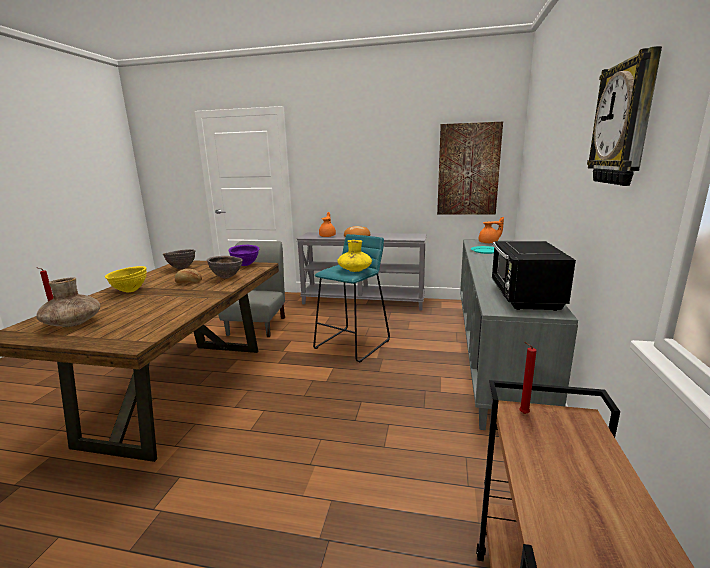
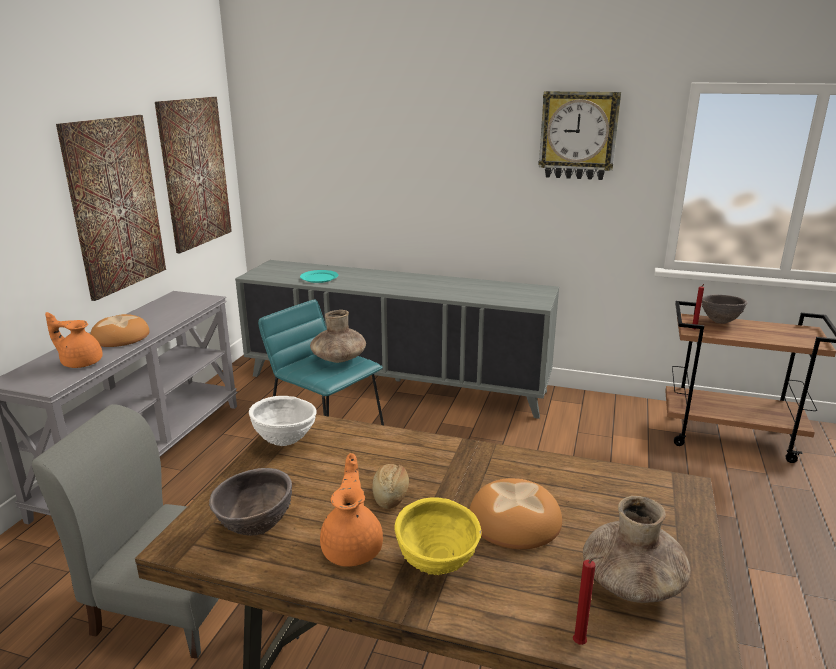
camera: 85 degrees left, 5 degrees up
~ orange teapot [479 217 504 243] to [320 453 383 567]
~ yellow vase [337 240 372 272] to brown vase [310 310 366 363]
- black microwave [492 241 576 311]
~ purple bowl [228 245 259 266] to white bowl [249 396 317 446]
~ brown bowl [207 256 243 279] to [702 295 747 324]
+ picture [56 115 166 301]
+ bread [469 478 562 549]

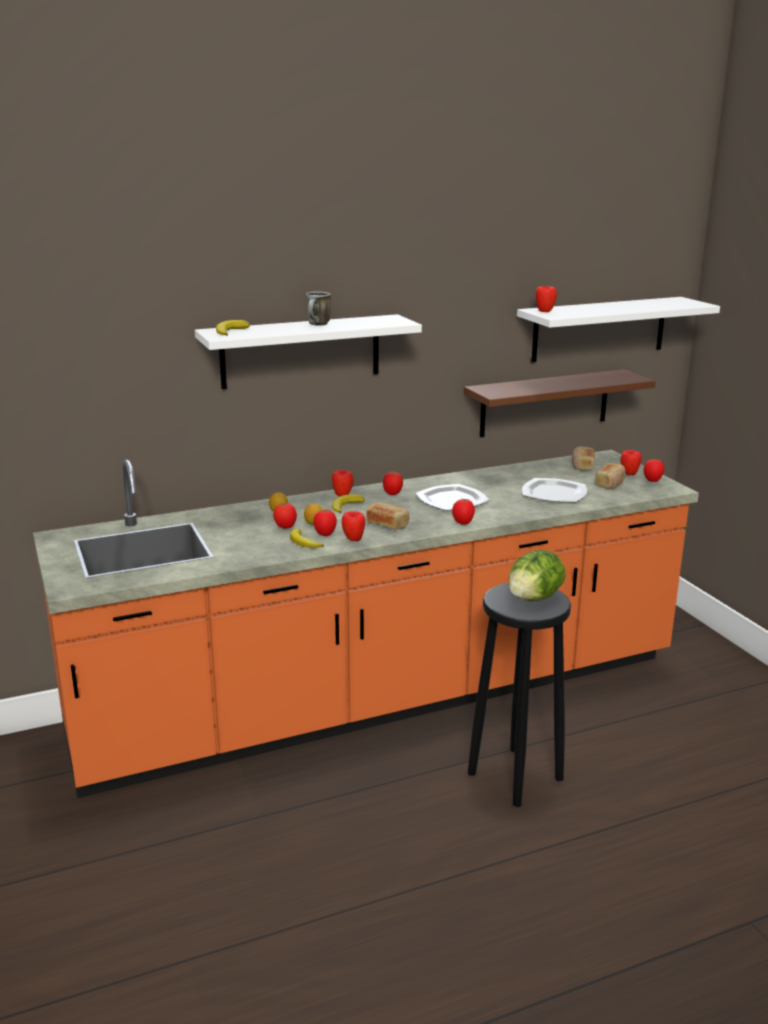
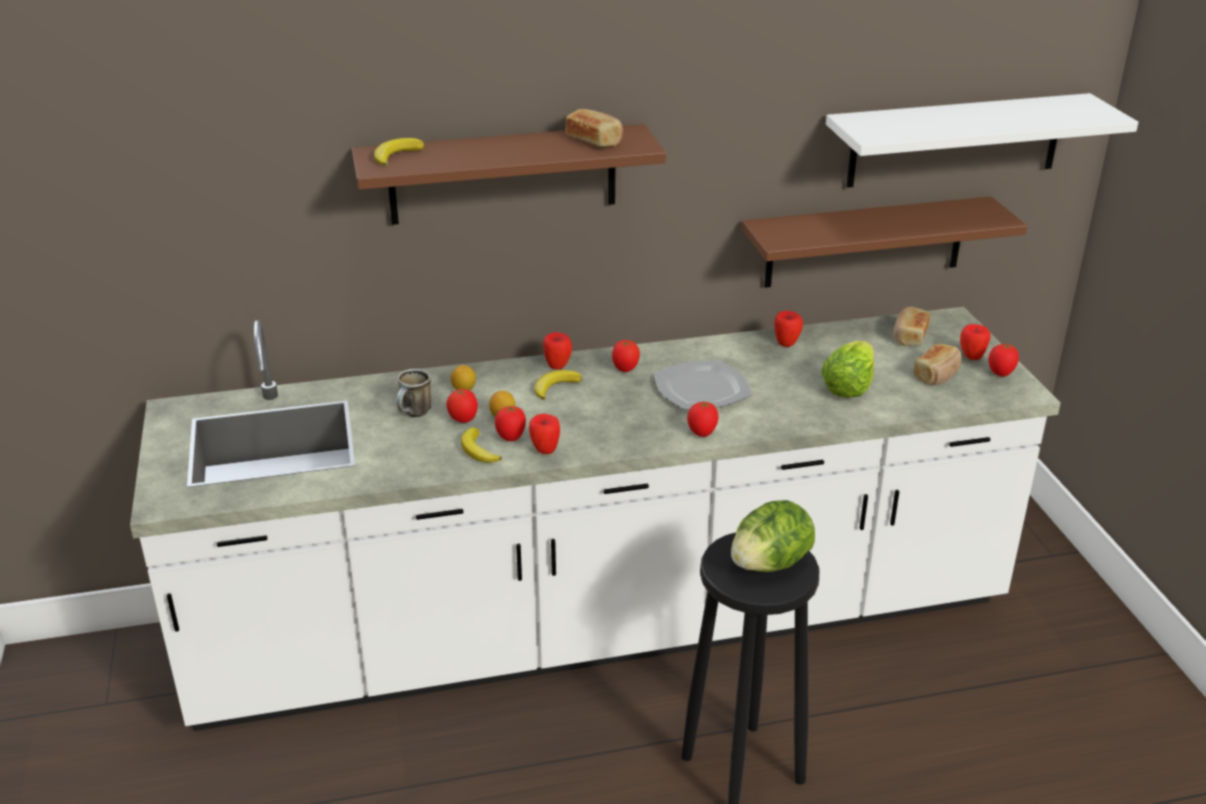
camera: 10 degrees right, 10 degrees up
~ apple [536 286 557 312] to [774 311 803 347]
~ mug [306 291 331 326] to [396 369 431 417]
~ white shelf [195 314 422 389] to brown shelf [352 124 666 225]
~ orange counter [33 450 699 798] to white counter [130 307 1061 731]
~ plate [522 478 587 502] to lettuce [821 341 874 398]
~ bread [366 502 409 529] to [566 109 623 147]

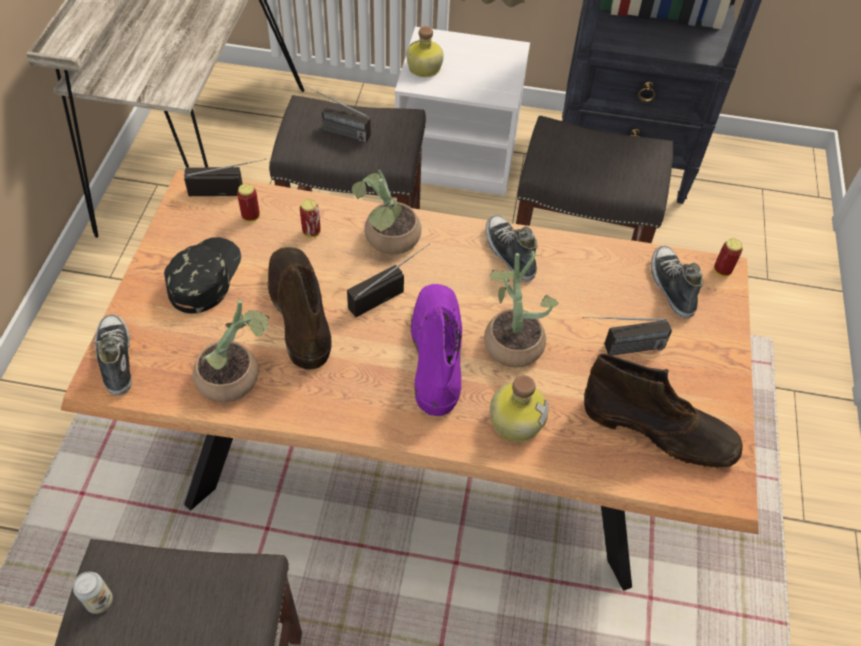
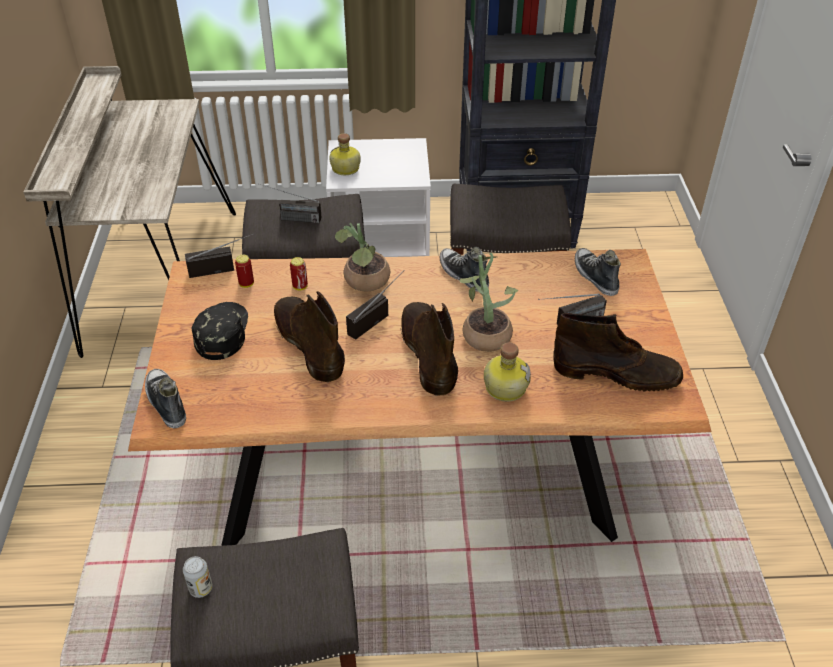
camera: 10 degrees left, 10 degrees down
- can [714 238 743 277]
~ purple boot [410 284 462 416] to brown boot [400 302 458 396]
- potted plant [193 300 269 402]

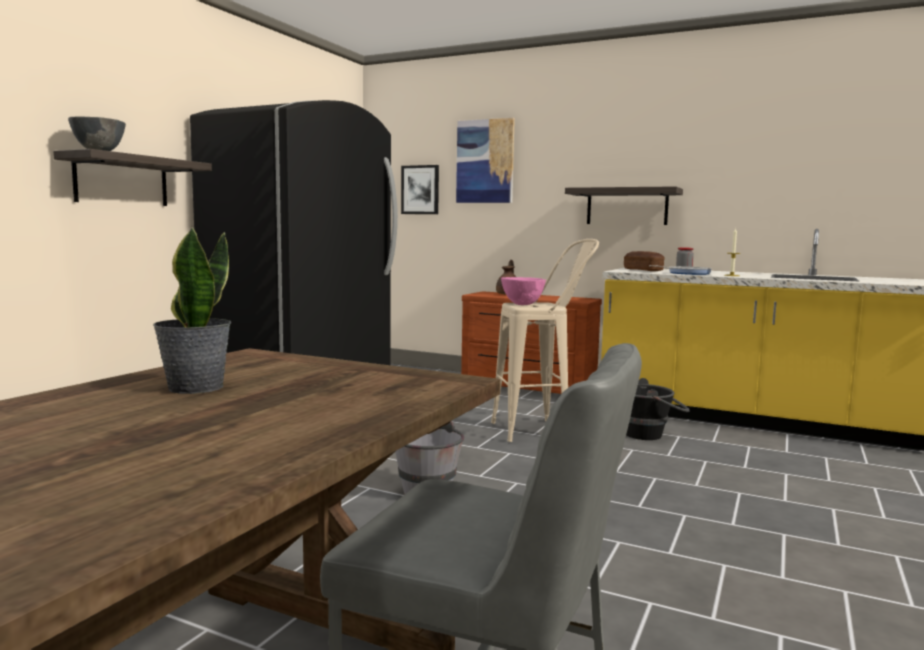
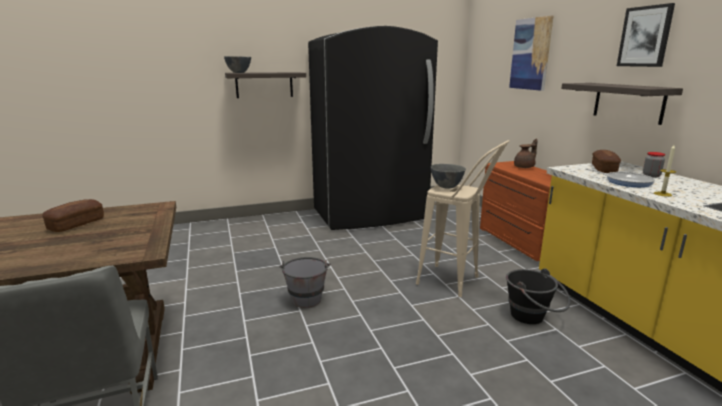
camera: 45 degrees right, 10 degrees up
~ picture [401 165 439 214] to [617 3 675 67]
~ potted plant [153 227 231 394] to bread [42 199 104 232]
~ pink bowl [501 277 546 305] to grey bowl [431 164 466 189]

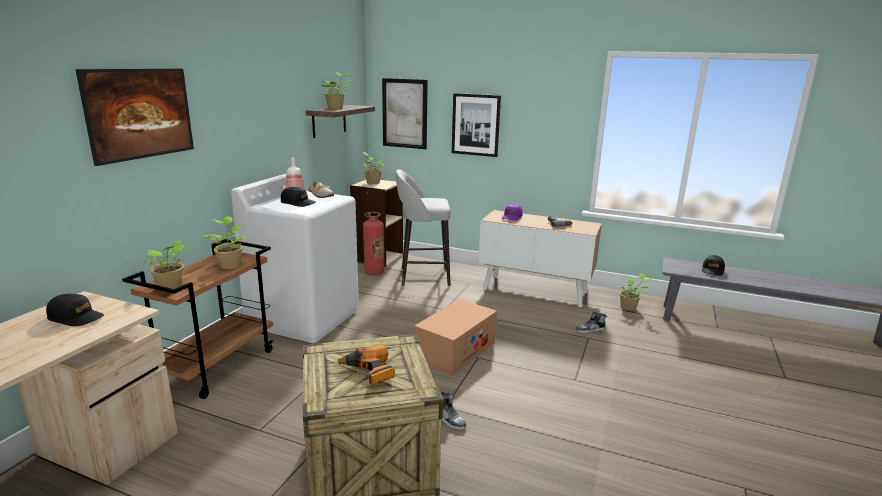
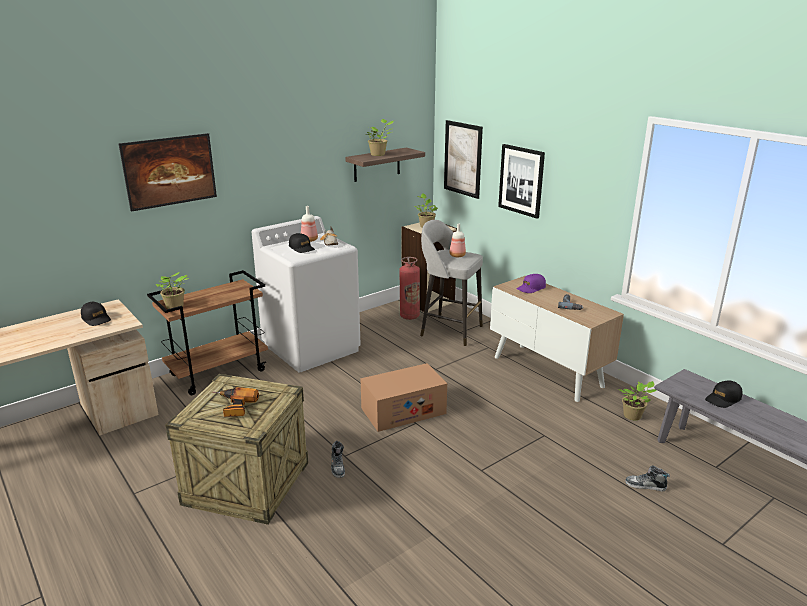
camera: 30 degrees right, 5 degrees up
- potted plant [204 216 245 269]
~ shoe [575 312 607 333] to [625 466 670 492]
+ bottle [449 224 466 257]

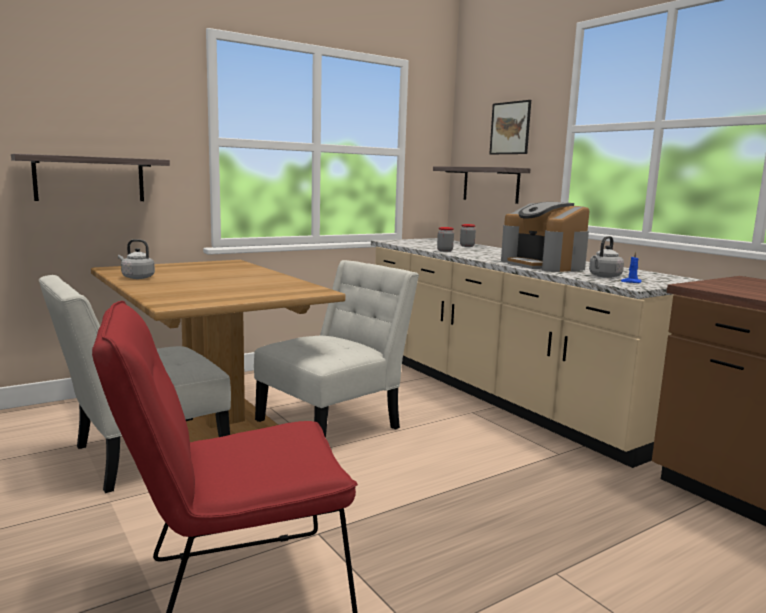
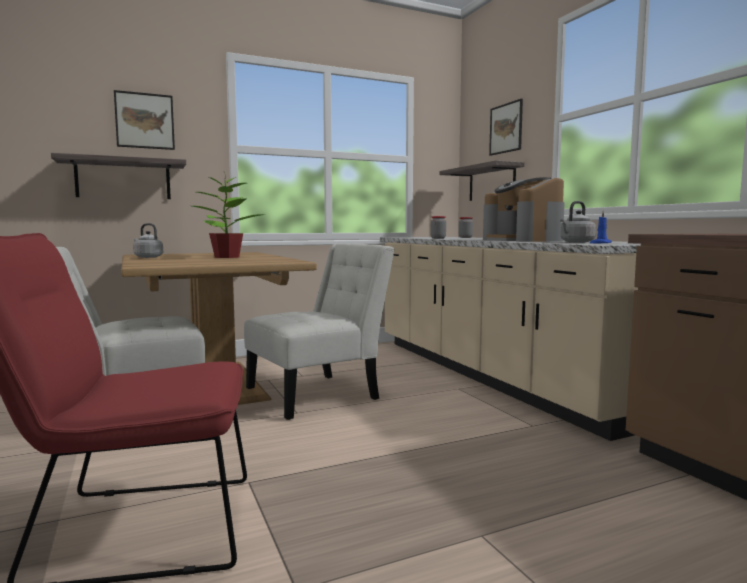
camera: 10 degrees right, 5 degrees down
+ picture [114 90 175 150]
+ potted plant [192 172 265 258]

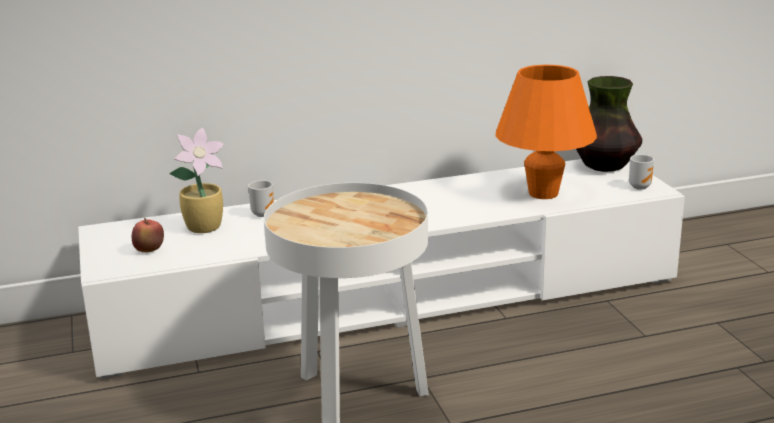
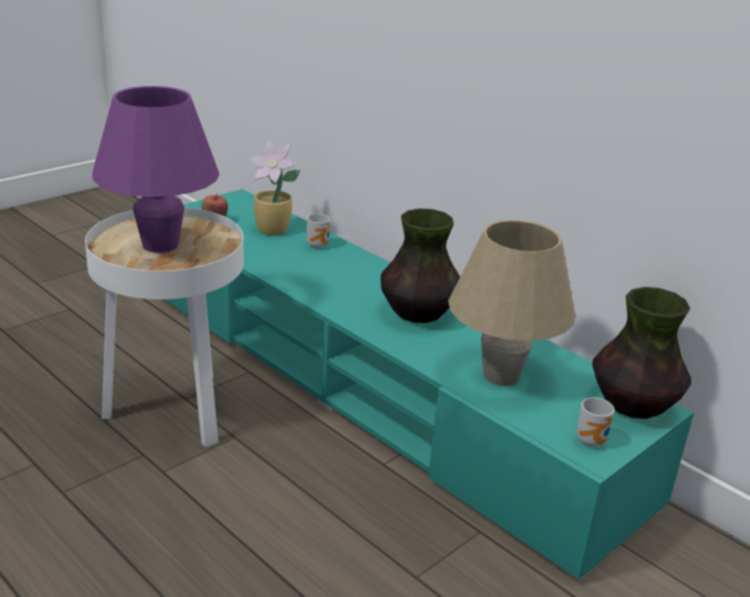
camera: 60 degrees right, 5 degrees up
~ orange table lamp [495 65 597 199] to beige table lamp [448 220 576 386]
~ white tv stand [78 159 685 379] to turquoise tv stand [164 189 694 580]
+ purple table lamp [92 86 220 253]
+ vase [381 208 460 323]

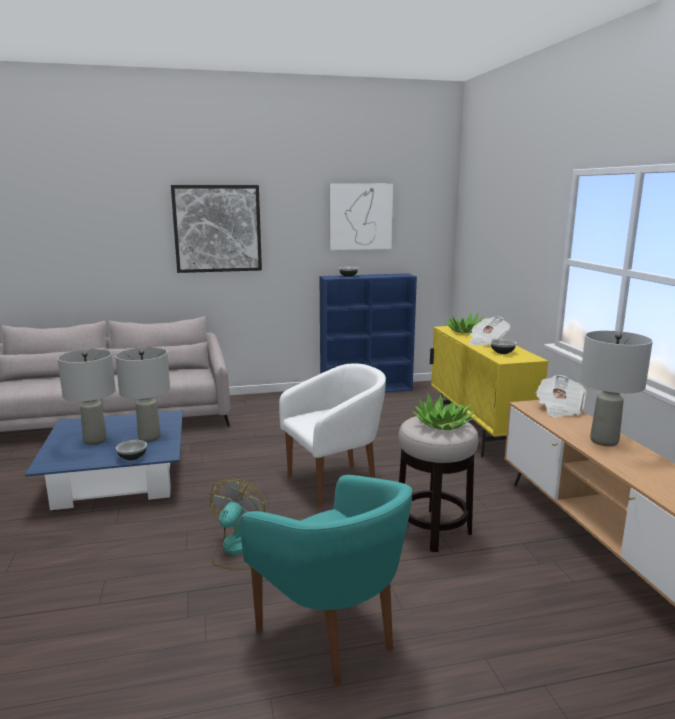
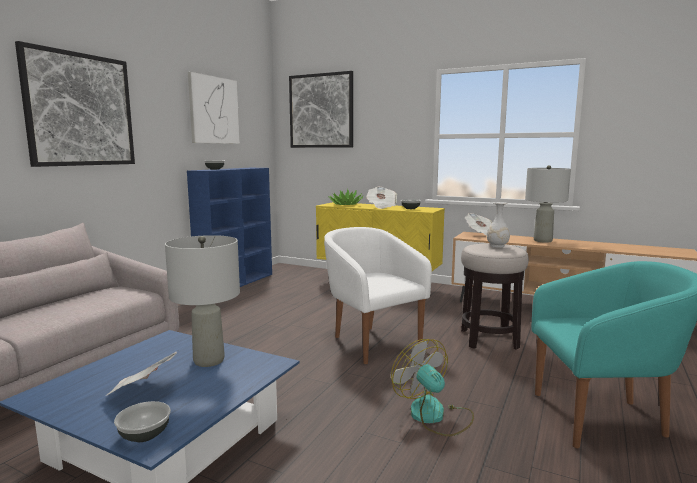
camera: 50 degrees left, 5 degrees down
~ grey table lamp [57 349 116 445] to newspaper [105 351 177 396]
~ white armchair [279 363 386 507] = [324 227 432 364] 45 degrees counterclockwise
~ potted plant [412 392 475 430] to white vase [487 202 510 248]
~ bowl [116 440 147 461] to [114 401 171 442]
+ picture [289 71 353 148]

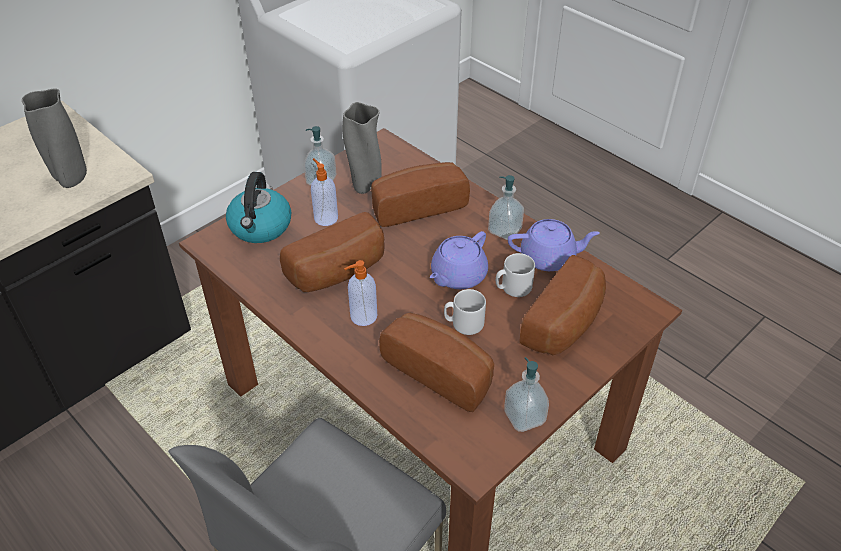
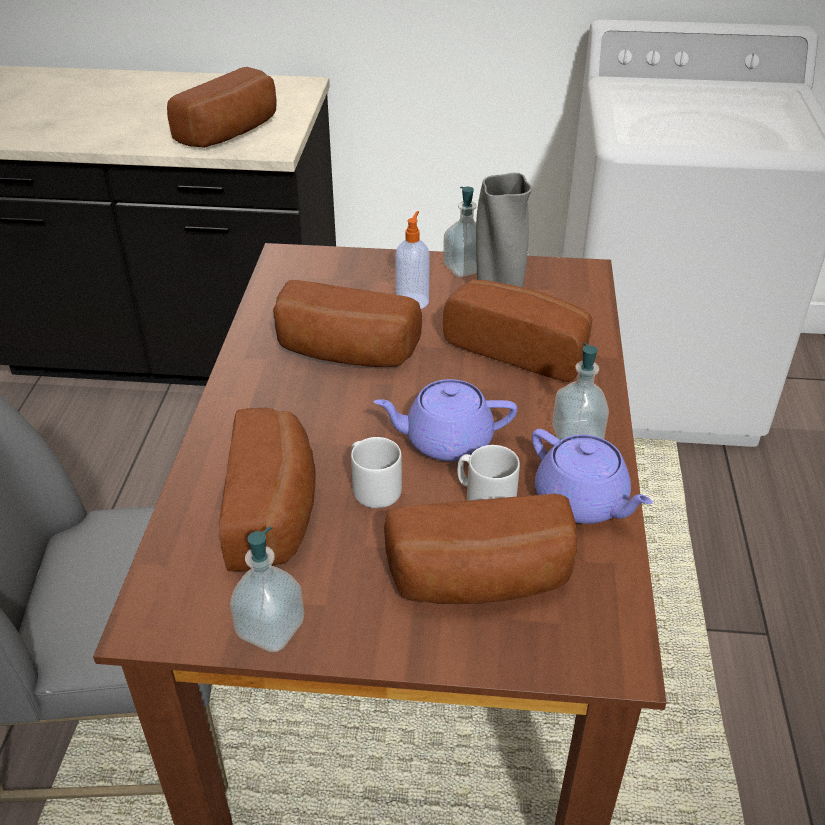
camera: 50 degrees right, 5 degrees down
~ grey vase [22 89 87 188] to bread [167 67 277 148]
- kettle [226 172 291 243]
- soap dispenser [344 260 377 326]

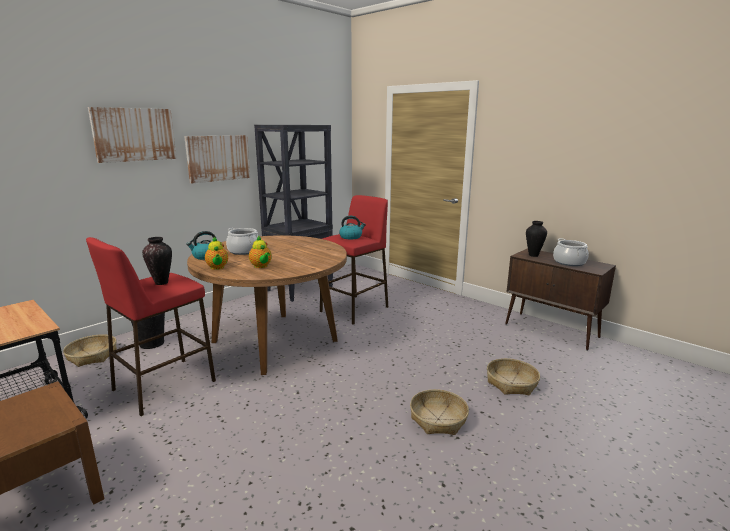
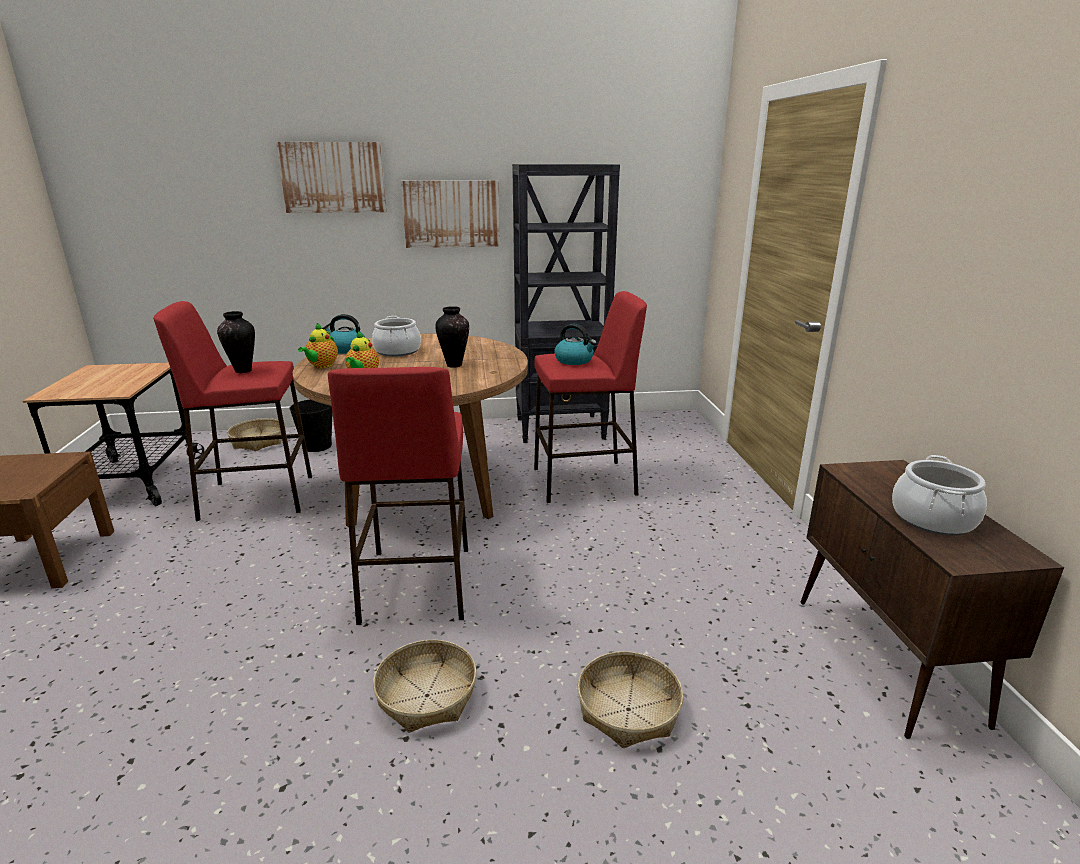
camera: 40 degrees right, 5 degrees up
~ vase [526 221 547 257] to [435 306 469 368]
+ red stool [328 367 468 625]

